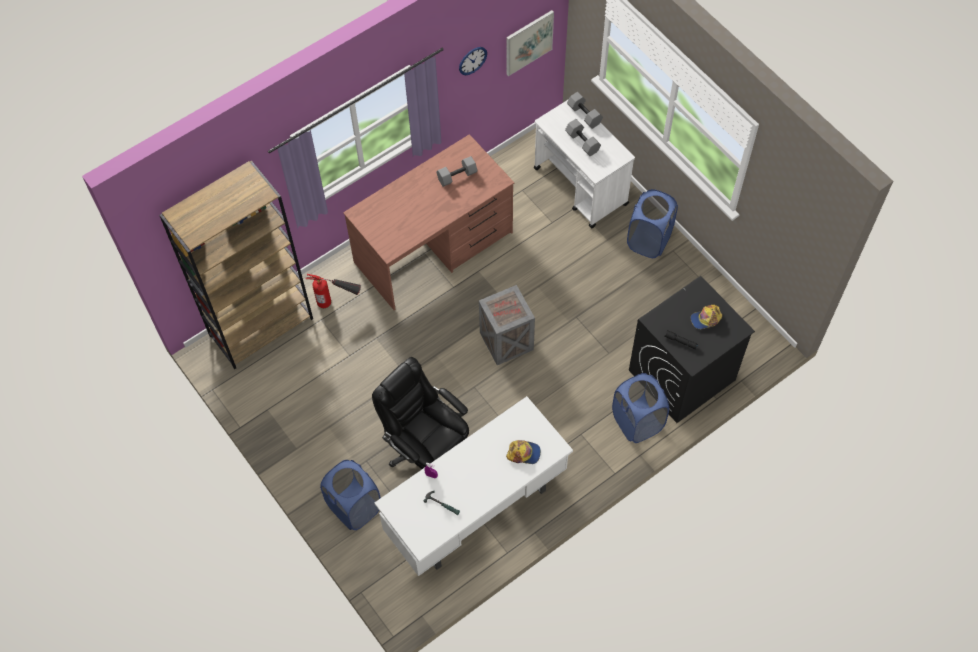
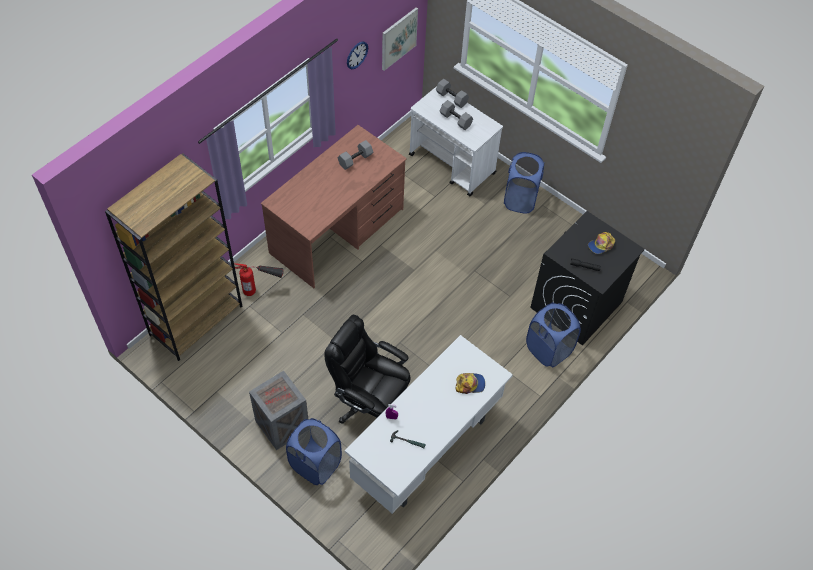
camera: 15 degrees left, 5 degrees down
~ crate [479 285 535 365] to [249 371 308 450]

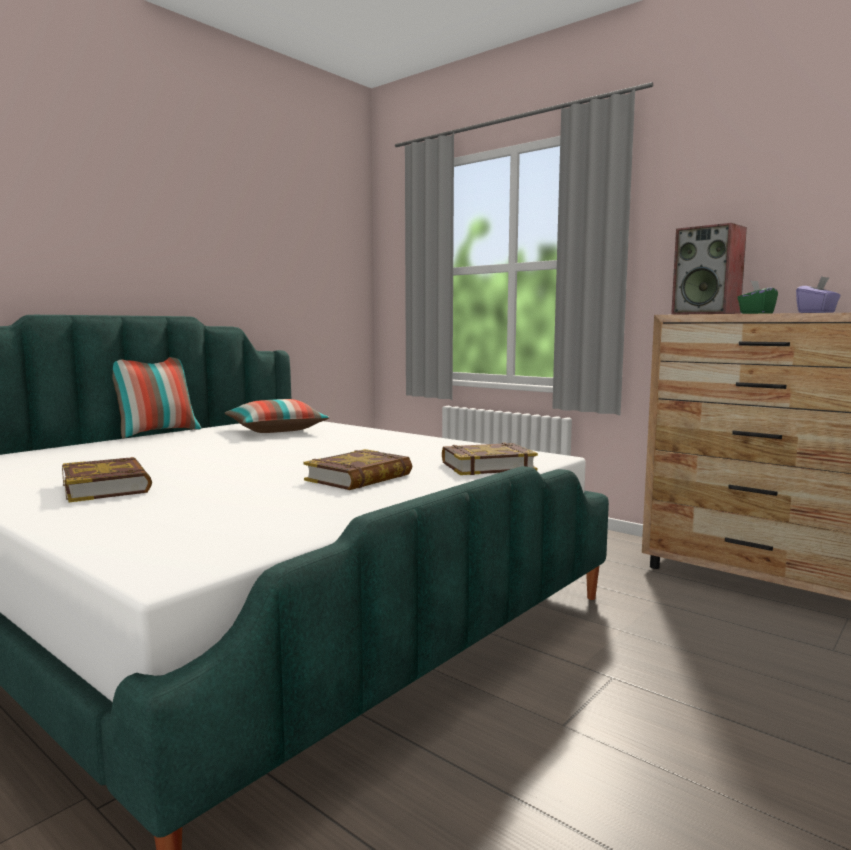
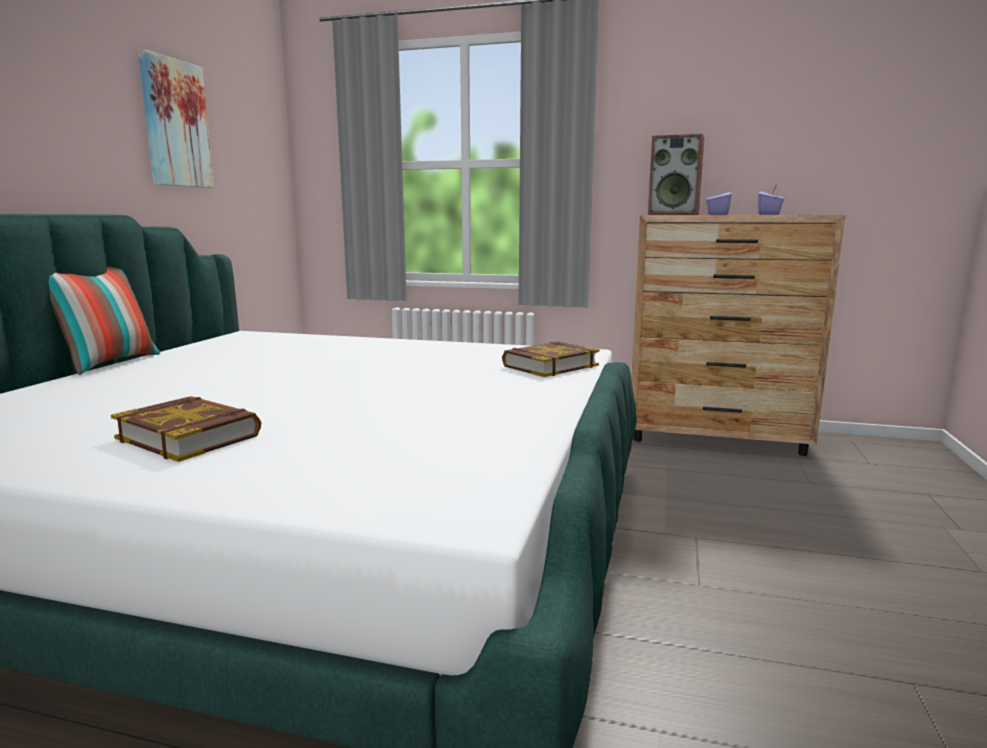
camera: 25 degrees left, 5 degrees up
~ green tissue box [737 280 778 314] to purple tissue box [706 186 732 215]
- pillow [225 399 330 433]
- book [304 449 412 490]
+ picture [138 49 214 188]

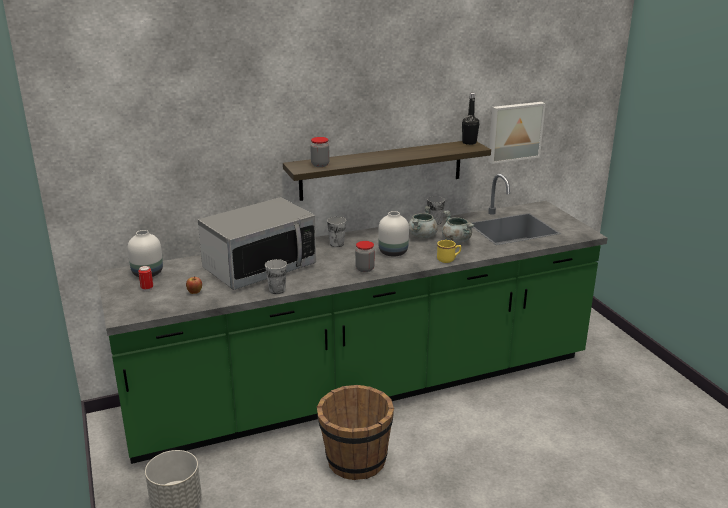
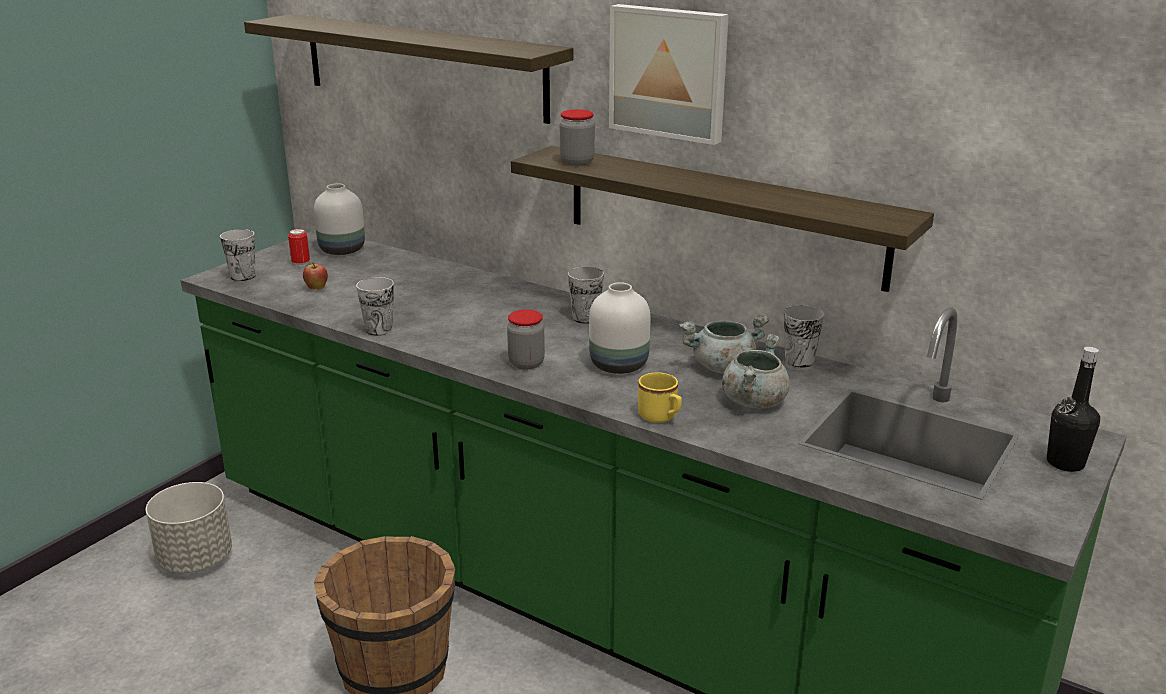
camera: 55 degrees right, 0 degrees up
~ black bottle [462 93 479 145] to [1047 347 1100 472]
~ picture [488 102 546 164] to [609 4 729 145]
- microwave [198 197 316 290]
+ shelf [244 14 573 124]
+ cup [220 229 256 281]

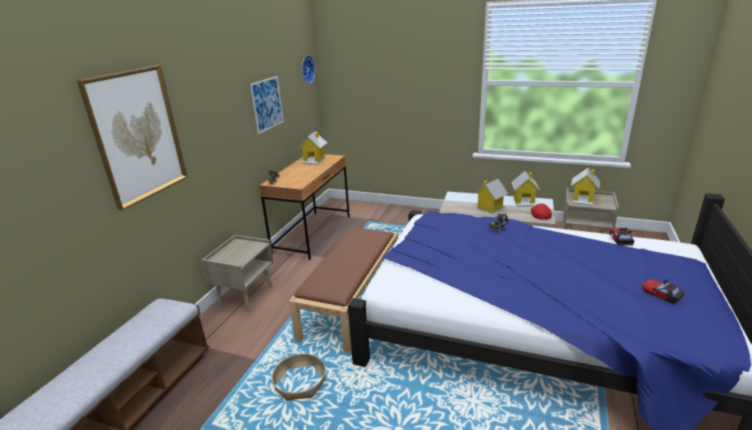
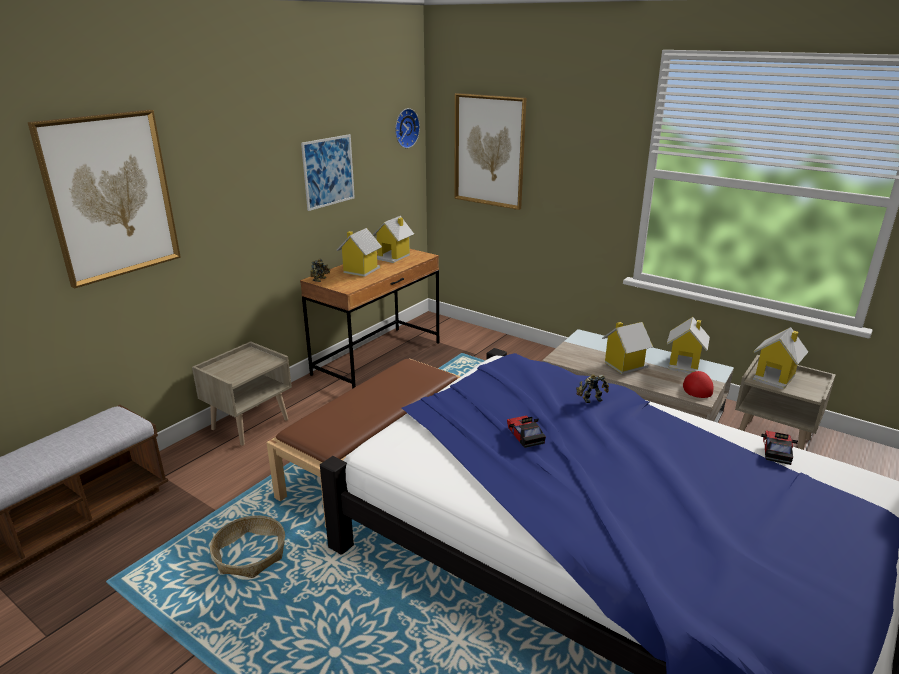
camera: 15 degrees right, 0 degrees up
~ toy car [642 279 686 304] to [507 415 546 448]
+ picture [454 93 527 210]
+ toy house [336 228 382 277]

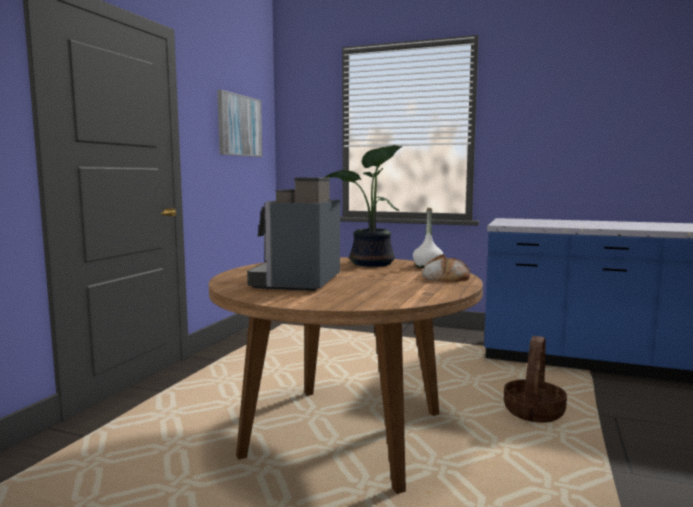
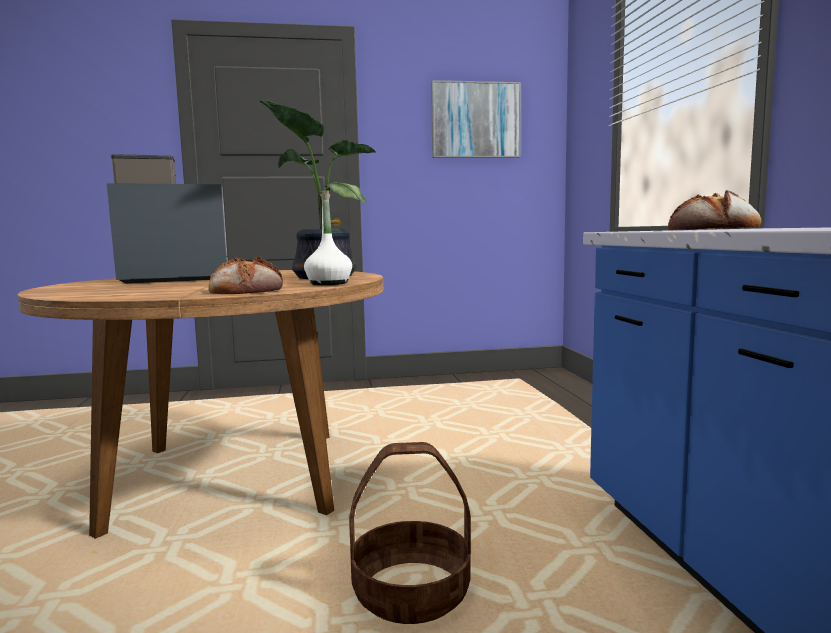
camera: 60 degrees right, 0 degrees up
+ bread [668 190 761 230]

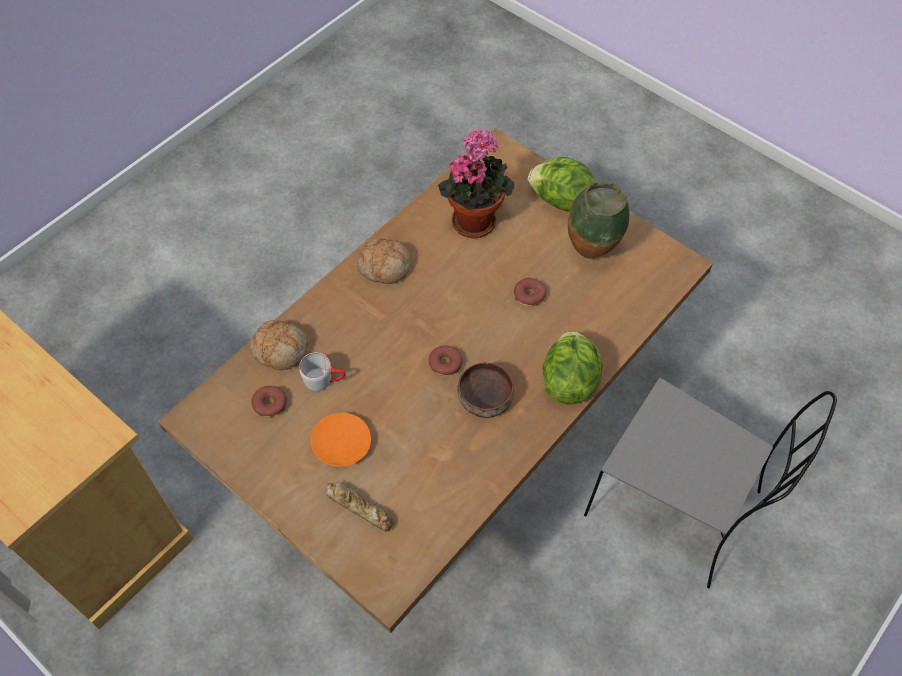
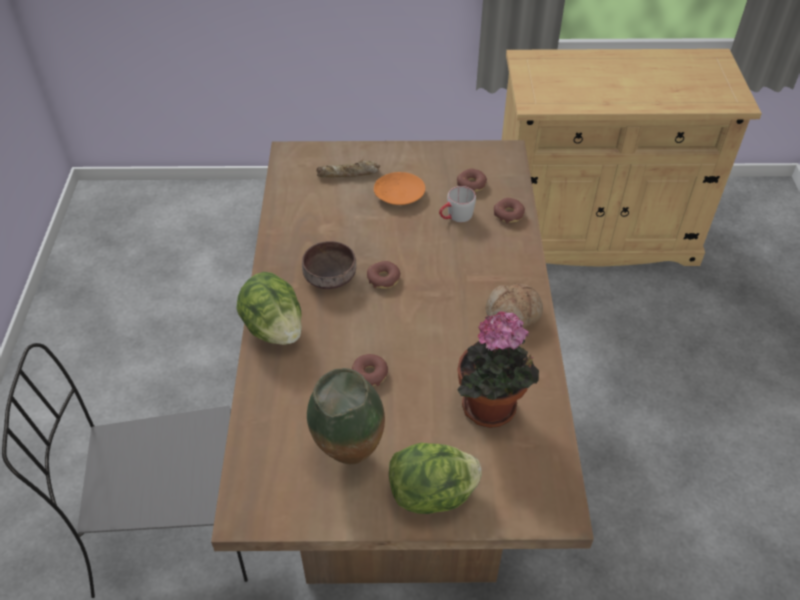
camera: 140 degrees right, 10 degrees down
~ bread [250 320 308 370] to donut [494 198 525 224]

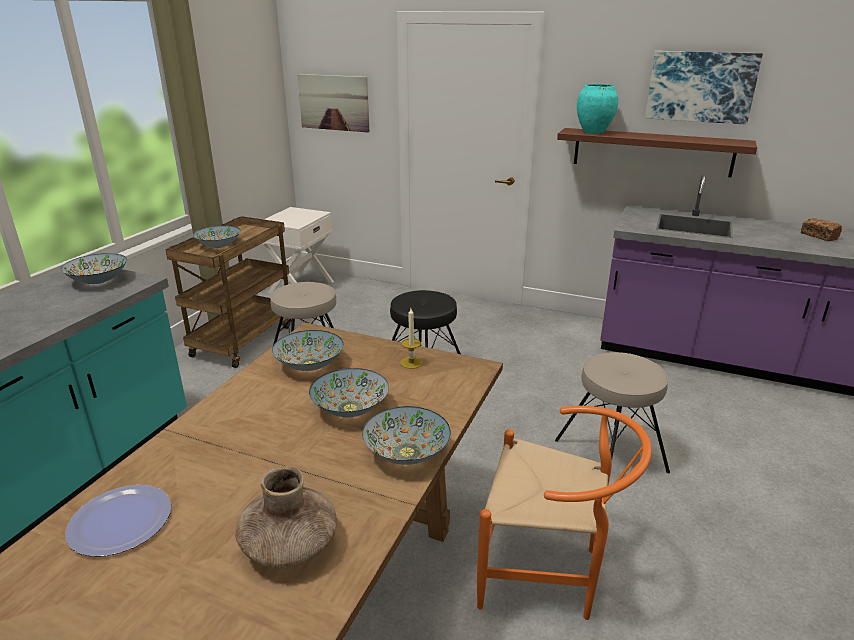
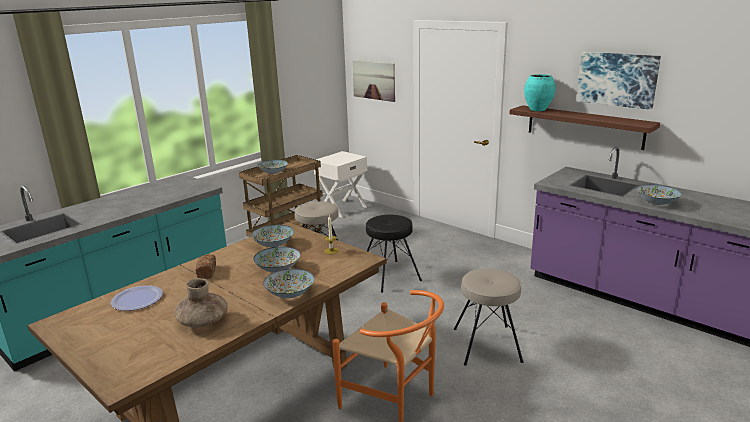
camera: 20 degrees right, 5 degrees down
~ bread [801 218 842 241] to [196 255 216 279]
~ bowl [61 253 127 284] to [637 185 682 205]

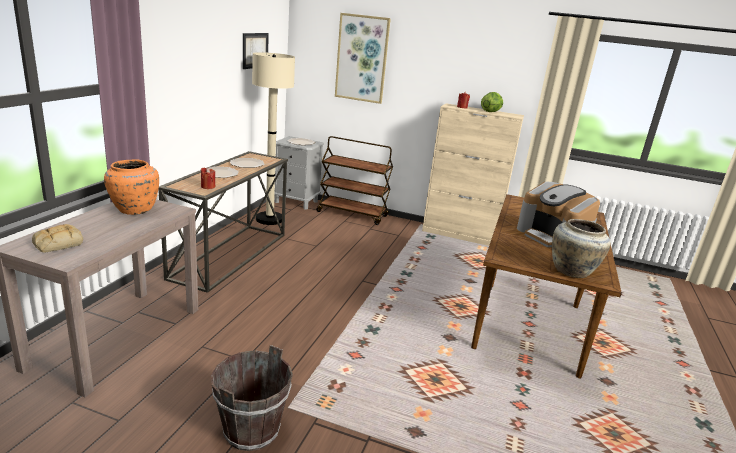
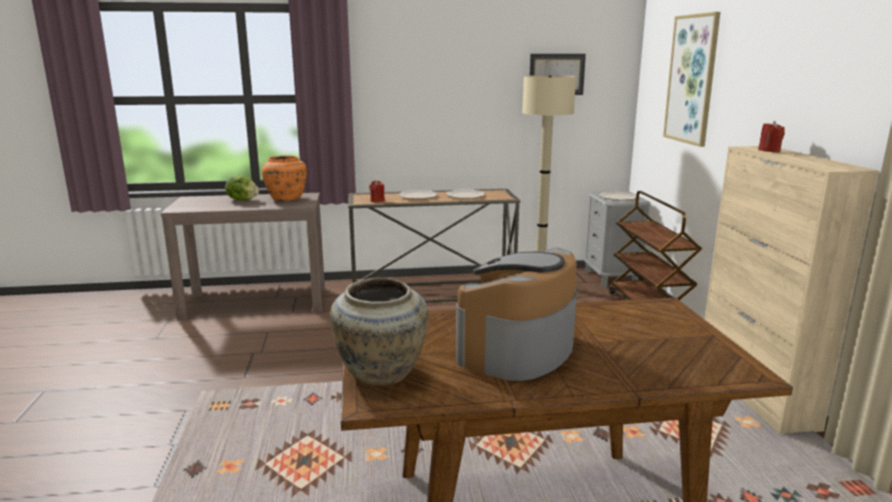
camera: 65 degrees right, 5 degrees down
~ lettuce [481 92 503 112] to [225 174 259 200]
- bread [32 224 83 253]
- brown bucket [211 345 293 451]

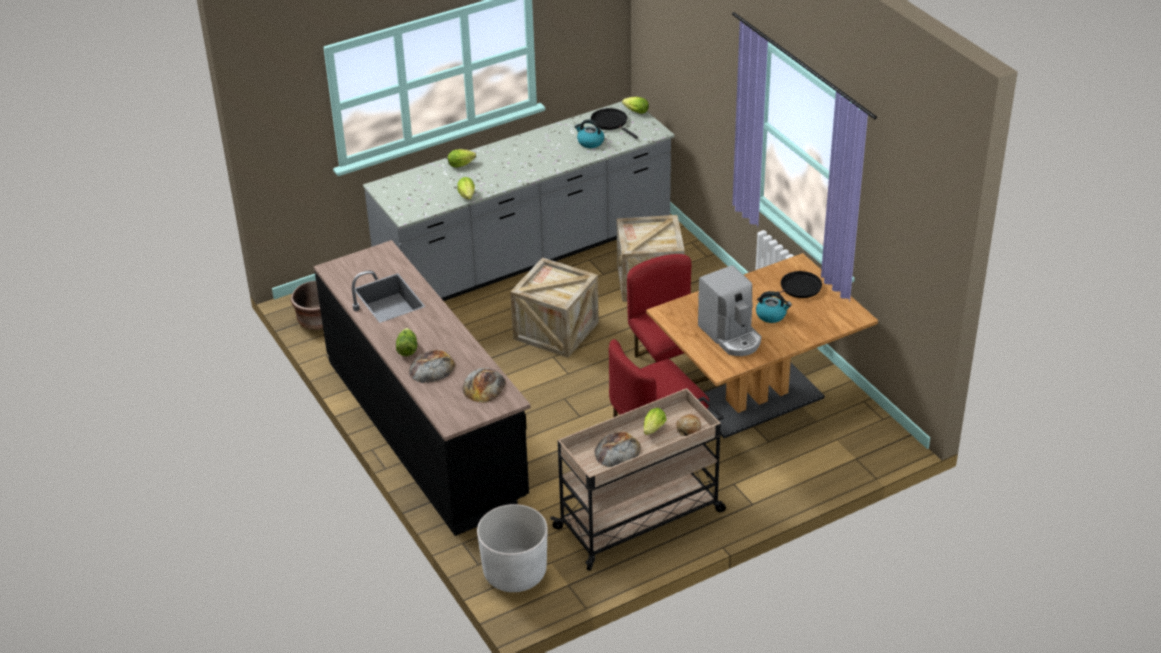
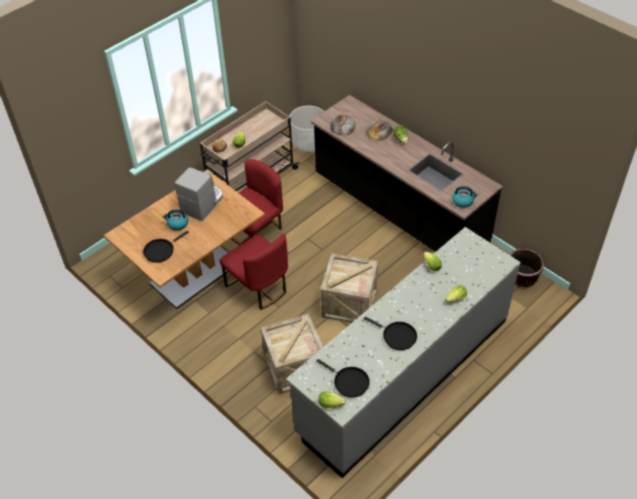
camera: 165 degrees right, 10 degrees up
~ kettle [574 119 604 148] to [452 186 478 208]
~ coffee machine [698 265 761 356] = [174 168 223 221] 75 degrees clockwise
- bread [595 431 641 467]
+ black frying pan [364 316 417 350]

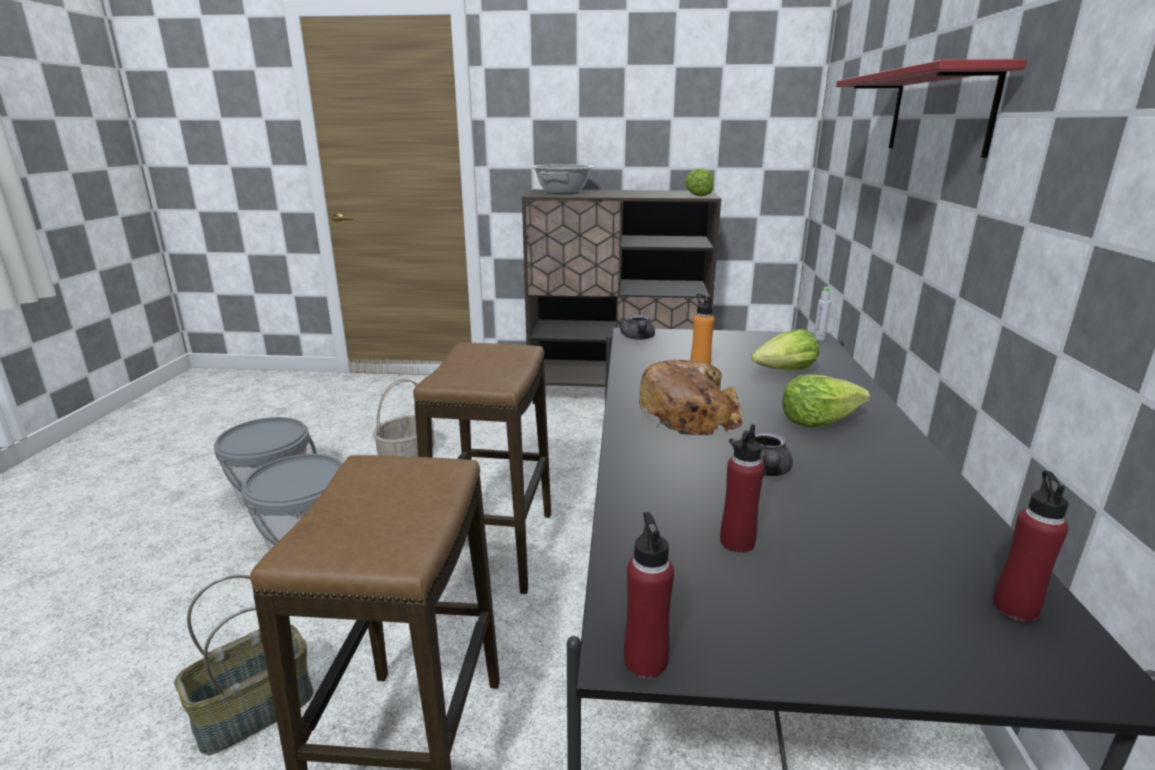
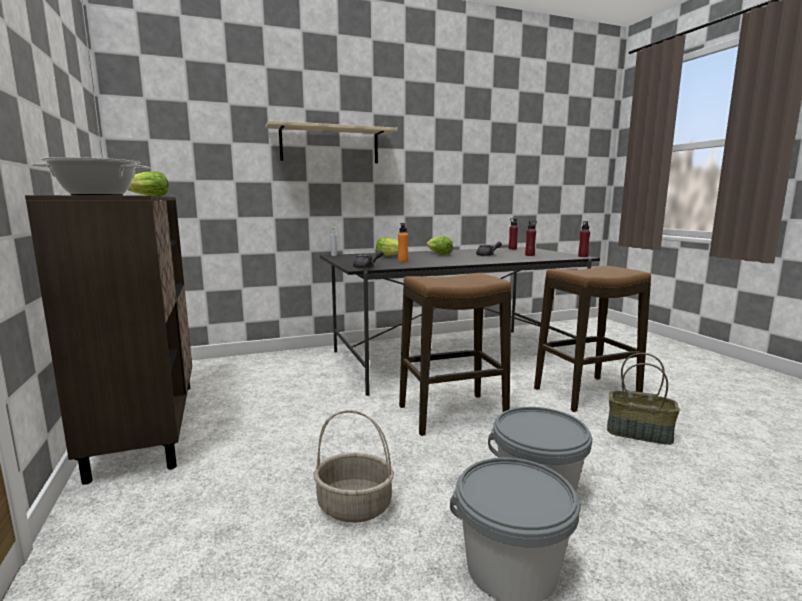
camera: 115 degrees left, 10 degrees down
~ red shelf [836 59 1027 158] to beige shelf [266 120 397 163]
- bread [639 360 743 435]

